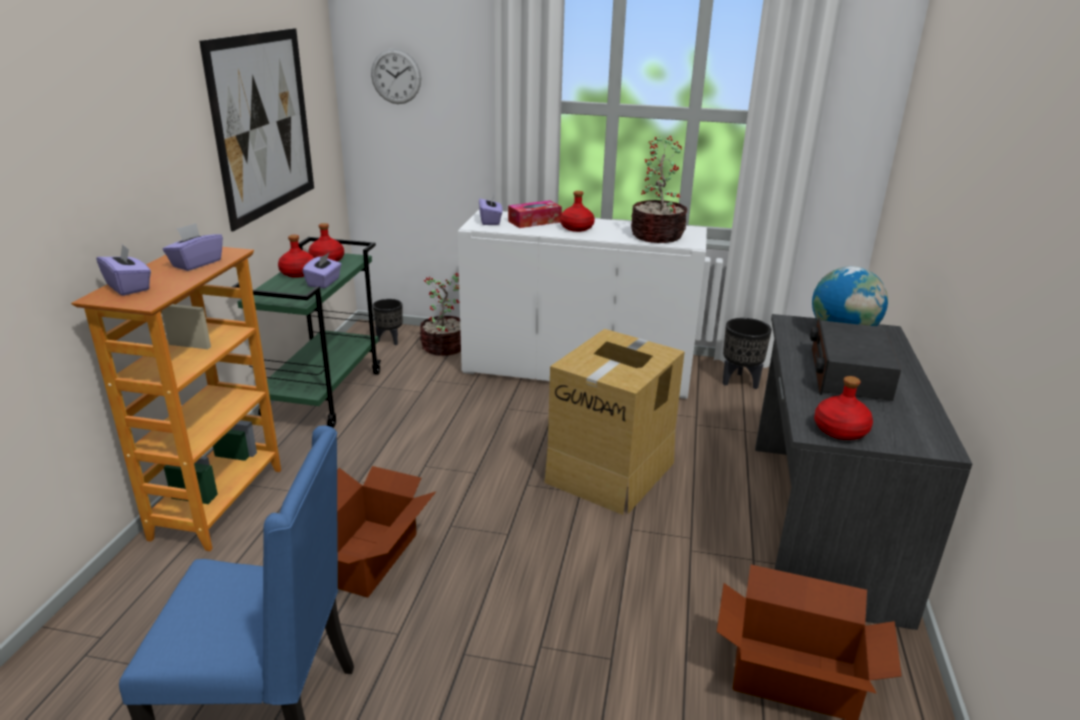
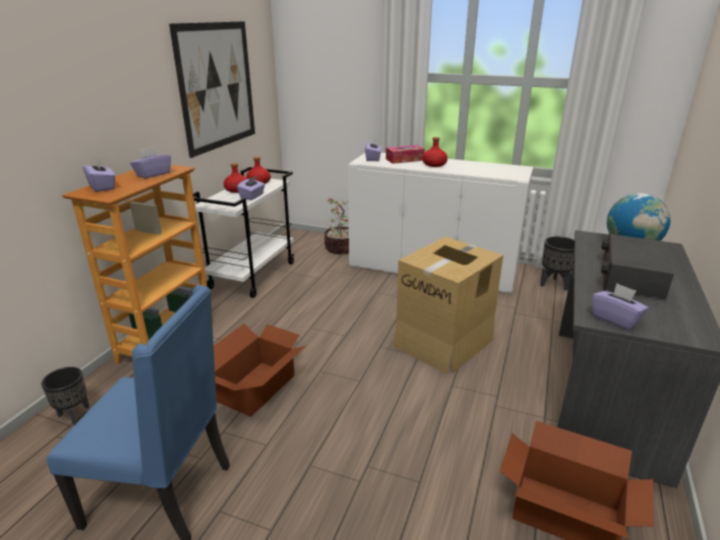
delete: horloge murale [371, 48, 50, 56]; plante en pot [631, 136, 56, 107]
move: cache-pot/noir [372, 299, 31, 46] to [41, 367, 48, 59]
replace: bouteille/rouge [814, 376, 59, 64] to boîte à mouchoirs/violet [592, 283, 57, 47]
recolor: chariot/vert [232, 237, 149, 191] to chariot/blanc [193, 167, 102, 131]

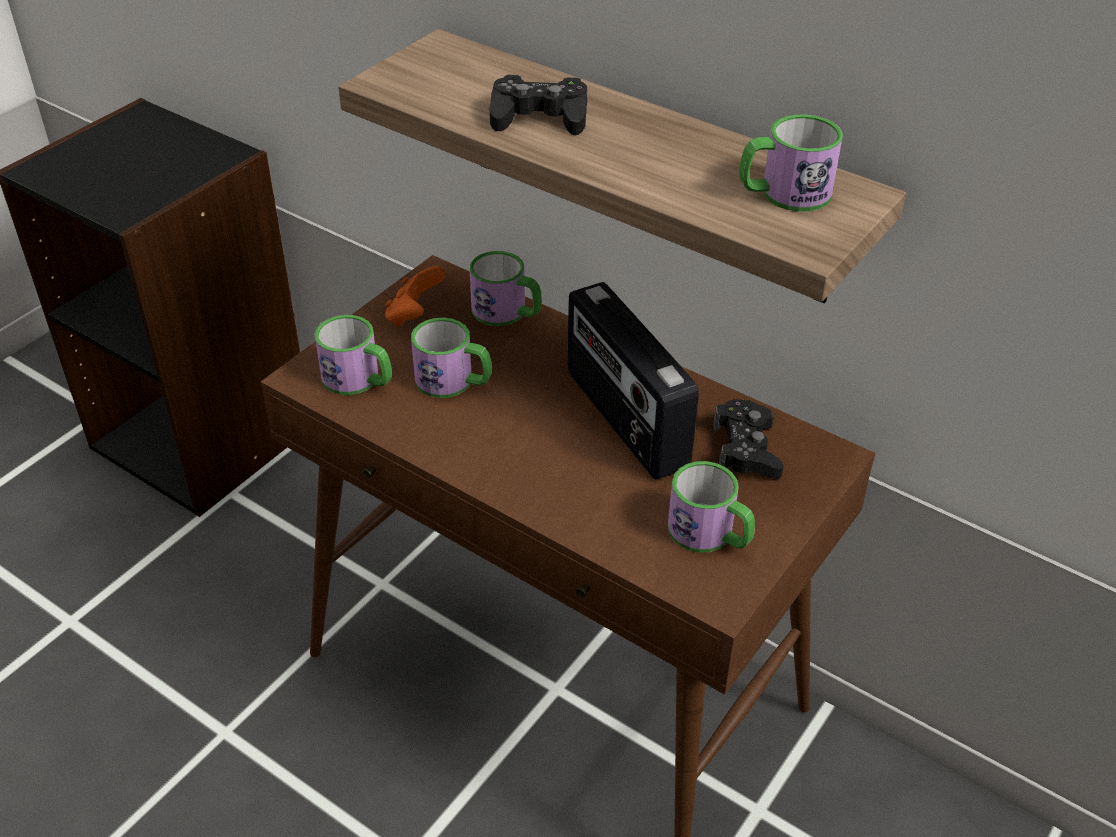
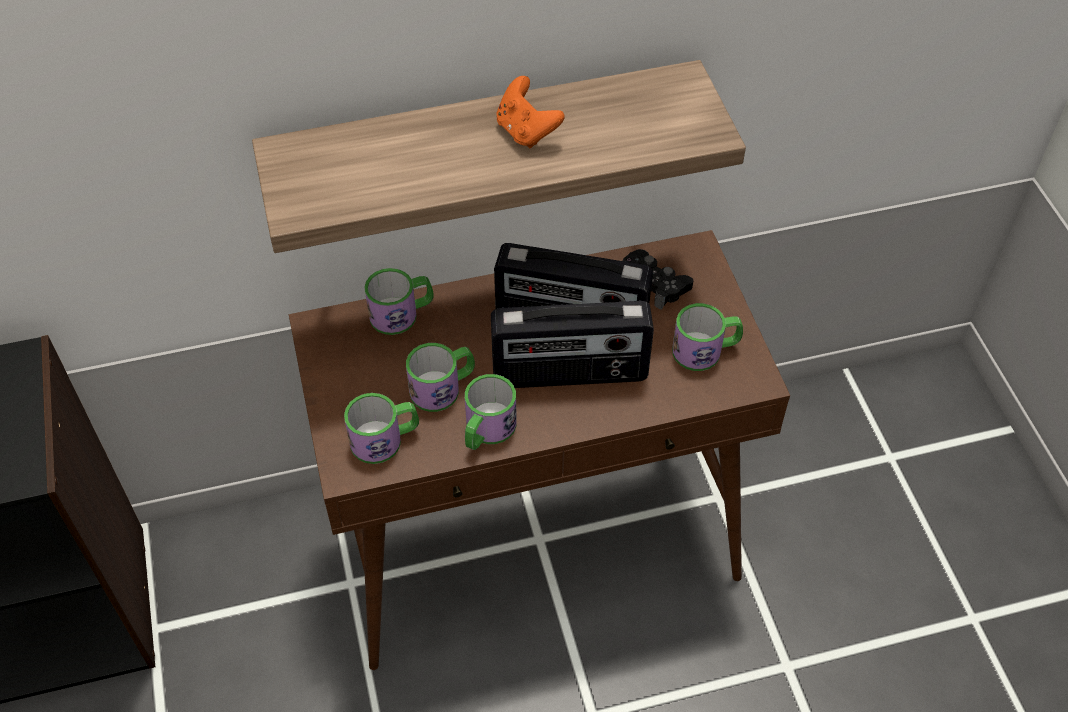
delete: manette/noir [490, 75, 97, 60]
insert: radio [491, 301, 163, 87]
move: mug [739, 114, 104, 98] to [465, 374, 52, 76]; manette/orange [385, 266, 61, 61] to [497, 76, 68, 72]

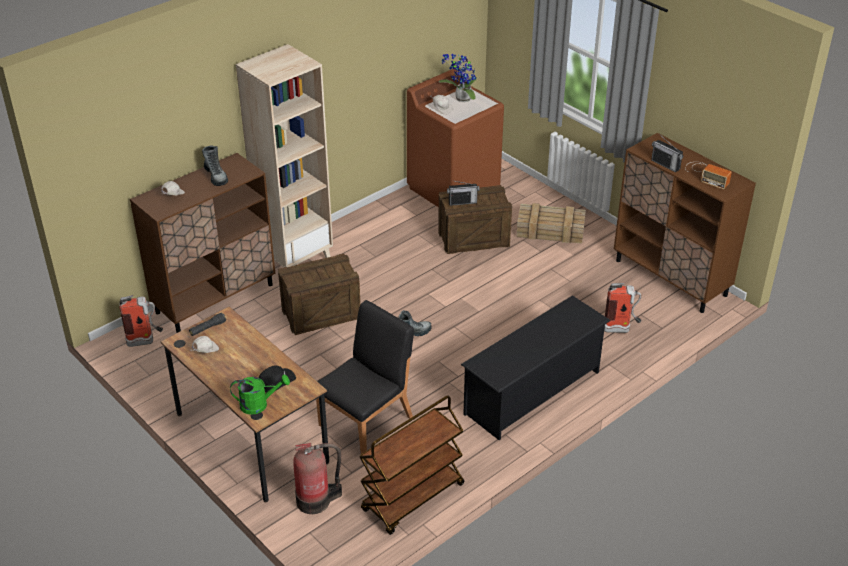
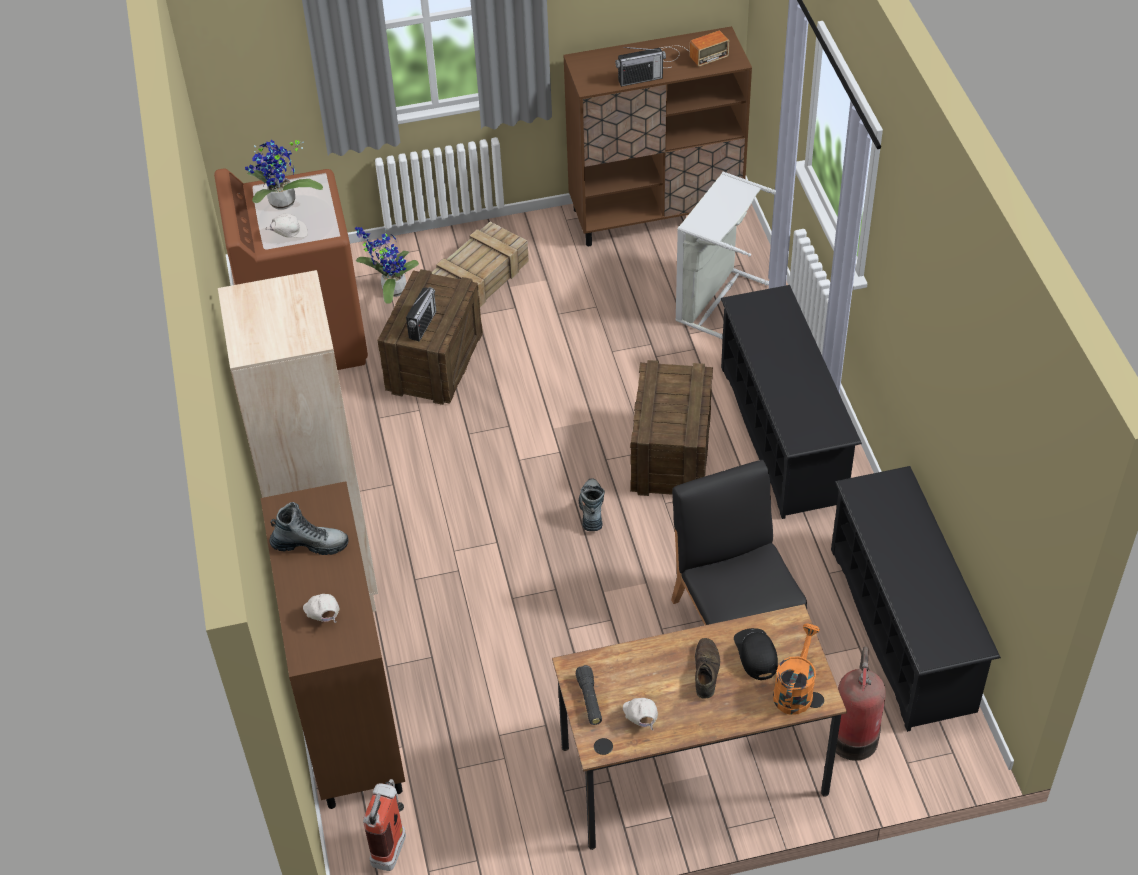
insert: plante en pot [355, 227, 64, 77]; chaussure/marron [695, 638, 25, 61]
move: caisse [278, 253, 82, 82] to [630, 360, 83, 136]
replace: extincteur [604, 283, 38, 50] to panier à linge/gris [675, 172, 119, 167]; chariot/marron [359, 395, 105, 140] to étagère à chaussures/noir [831, 466, 170, 266]
recolor: arrosoir/vert [230, 374, 60, 41] to arrosoir/orange [773, 623, 47, 92]

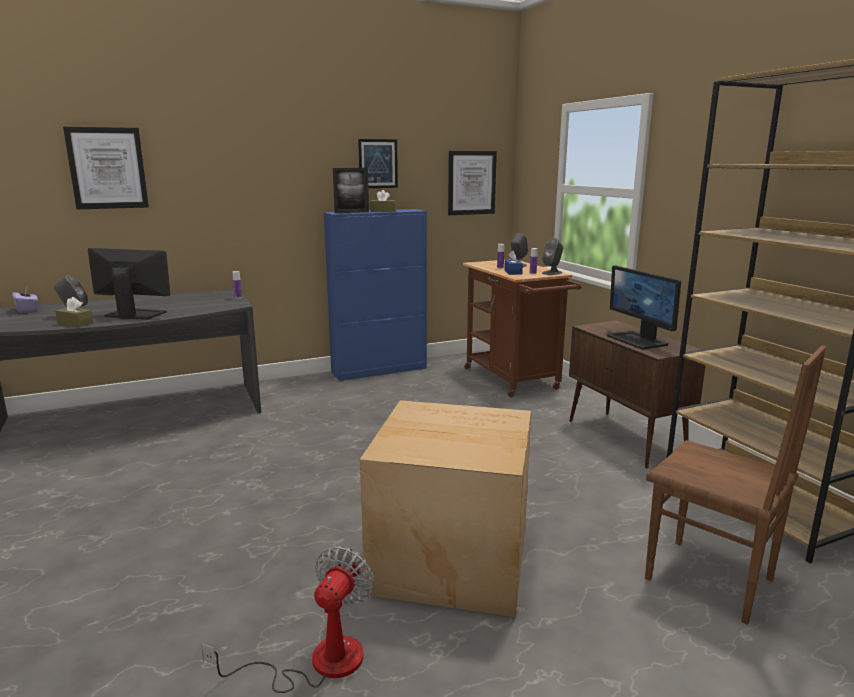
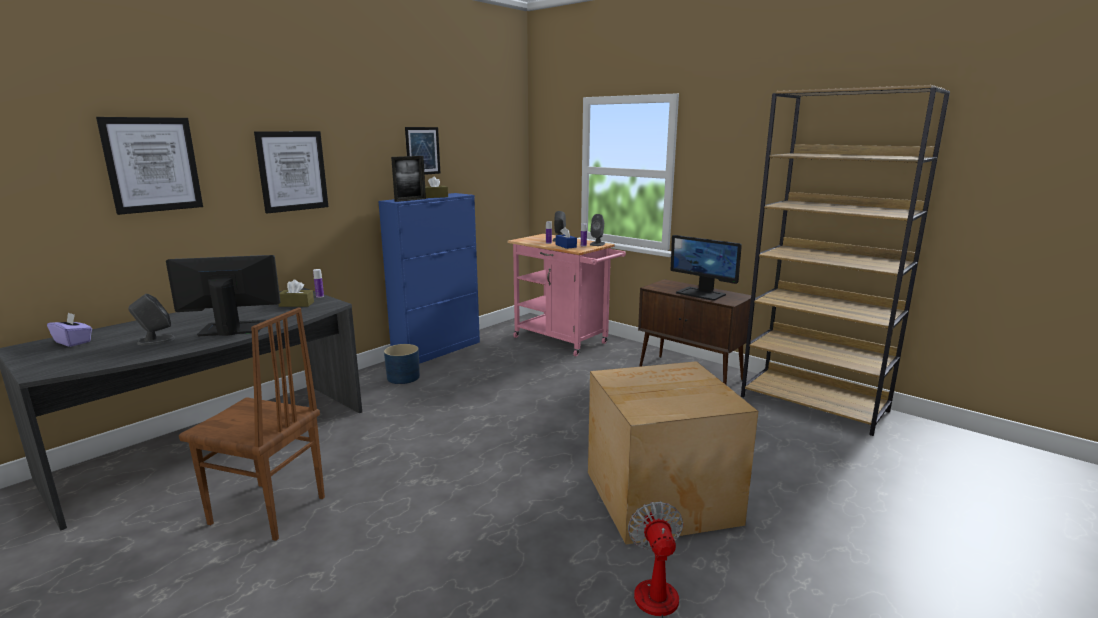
insert: cache-pot/bleu [384, 344, 36, 40]
move: tableau [448, 151, 49, 64] to [254, 131, 75, 82]; boîte à mouchoirs/marron [55, 297, 39, 30] to [279, 280, 35, 27]; chaise/marron [645, 345, 181, 280] to [179, 307, 146, 234]
recolor: chariot/marron [463, 260, 119, 137] to chariot/rose [507, 234, 119, 122]

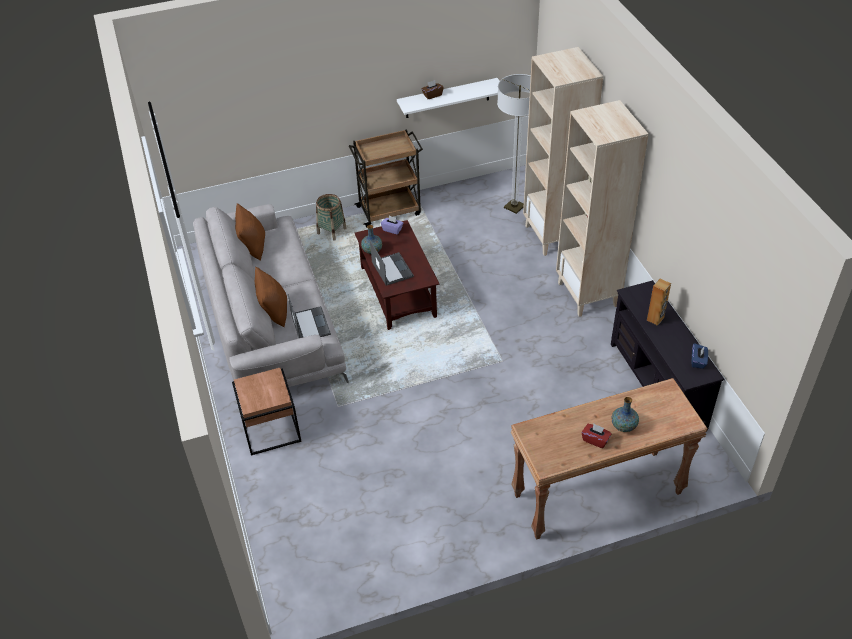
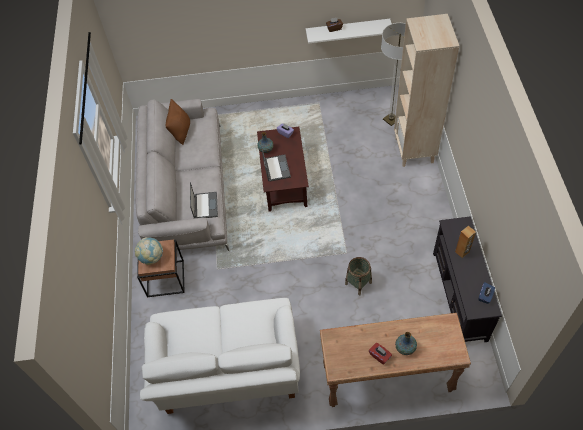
delete: bibliothèque/beige [556, 100, 93, 217]; chariot/marron [349, 129, 74, 98]; coussin/marron [255, 267, 32, 60]
insert: globe [135, 237, 28, 28]; canapé/blanc [140, 298, 160, 116]
move: panier [316, 194, 31, 47] to [345, 257, 27, 39]

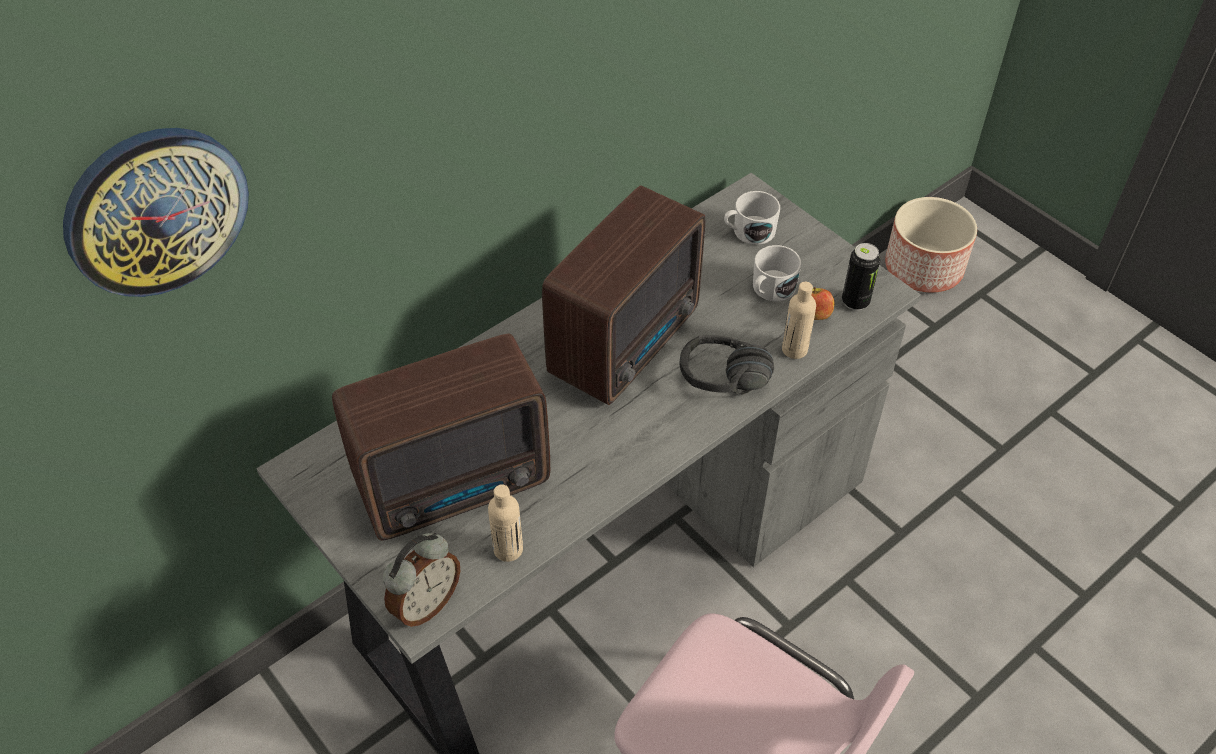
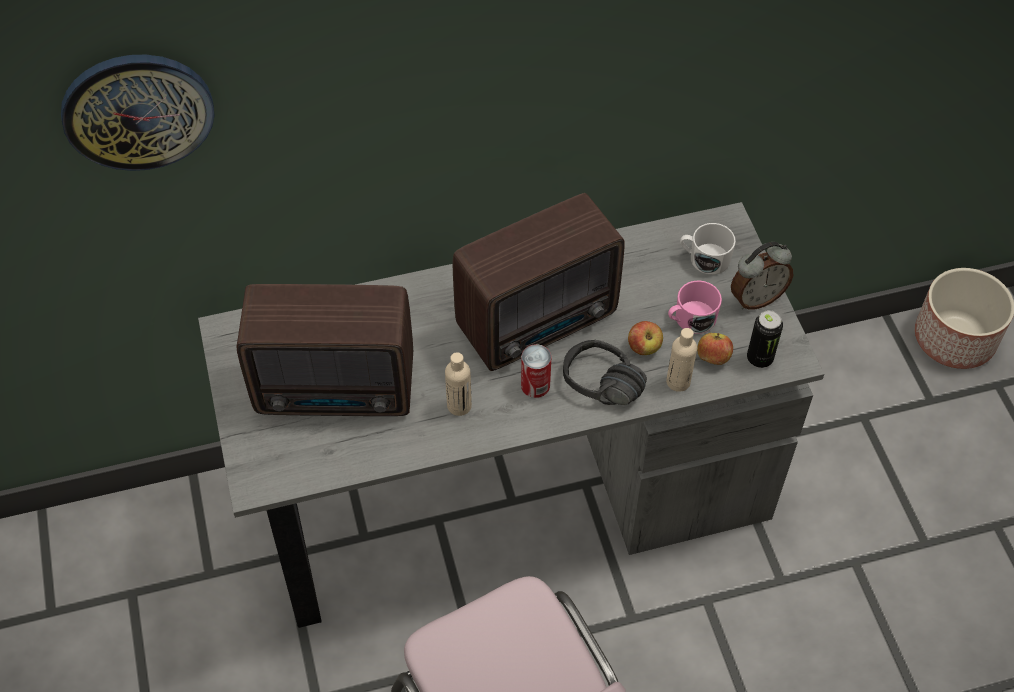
insert: pomme [628, 321, 35, 34]; boîte métallique [521, 344, 30, 54]
move: bouteille/beige [488, 484, 35, 78] to [445, 352, 27, 64]; réveil [383, 533, 77, 94] to [731, 242, 62, 68]
recolor: mug/blanc [753, 245, 48, 57] to mug/rose [668, 281, 54, 53]

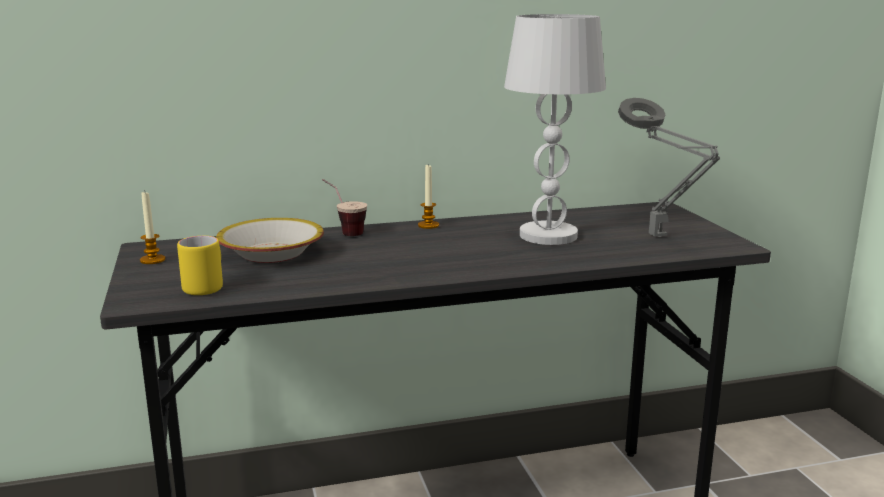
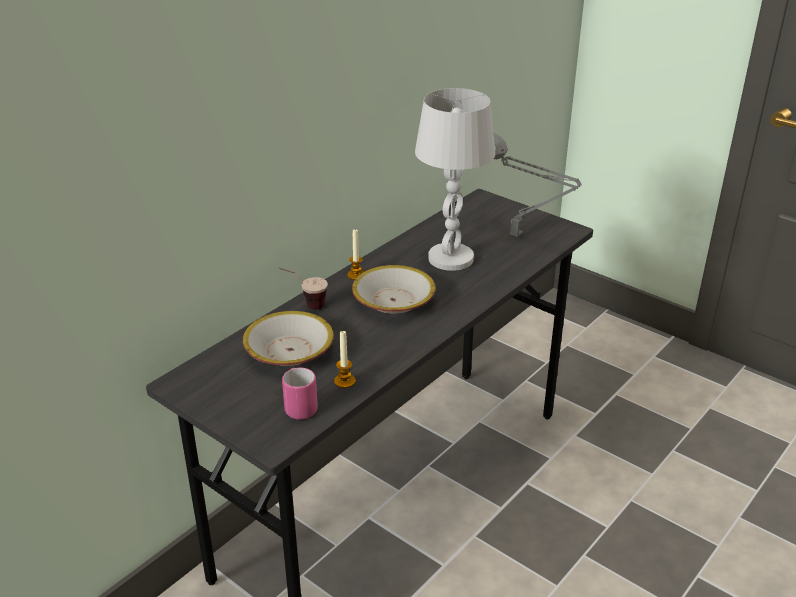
insert: bol [352, 265, 84, 49]
move: bougie [140, 192, 25, 72] to [334, 331, 21, 57]
recolor: mug/jaune [177, 236, 46, 59] to mug/rose [282, 368, 36, 52]

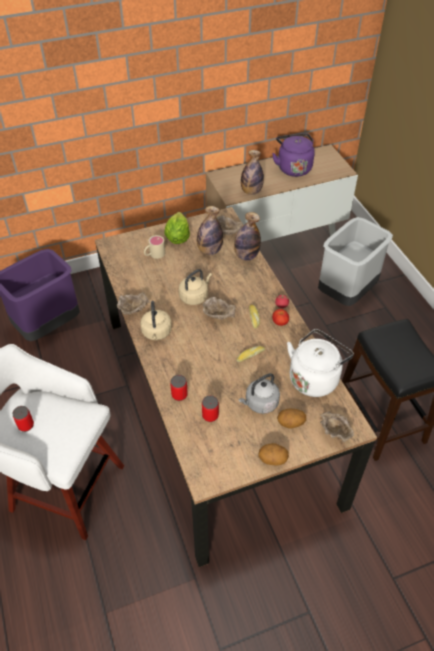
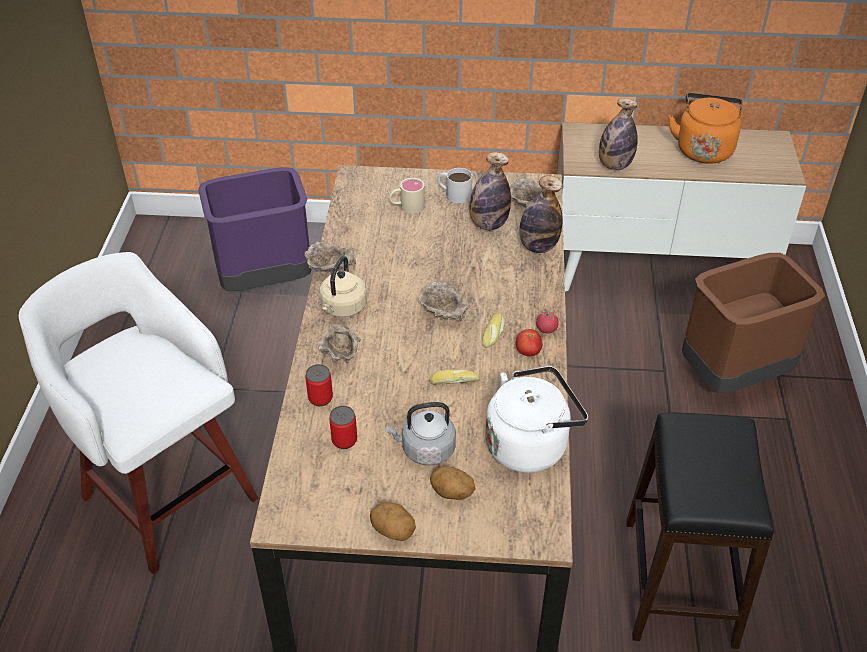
delete: bouilloire/beige [179, 269, 33, 36]; boîte métallique [12, 406, 22, 26]
move: bol/beige [320, 411, 34, 31] to [318, 324, 43, 39]
replace: laitue [164, 212, 26, 32] to mug/blanc [438, 168, 34, 35]
recolor: bouilloire/violet [272, 133, 43, 44] to bouilloire/orange [668, 93, 75, 71]; poubelle/gris [318, 217, 75, 89] to poubelle/marron [682, 253, 143, 140]

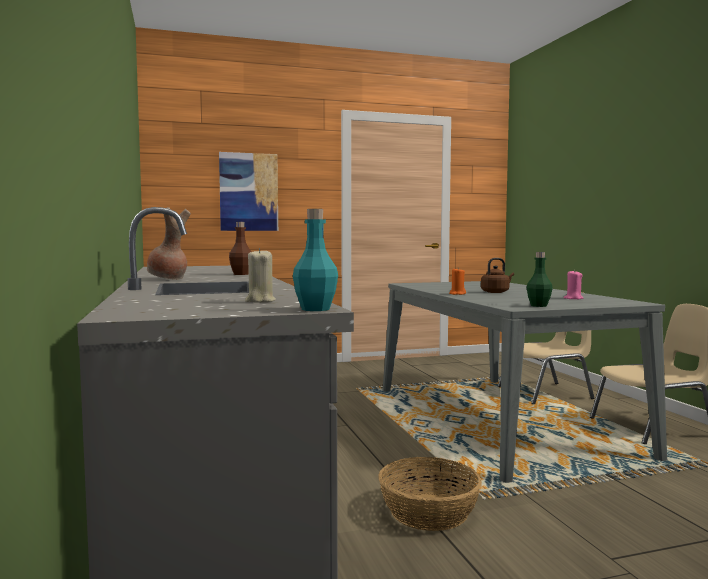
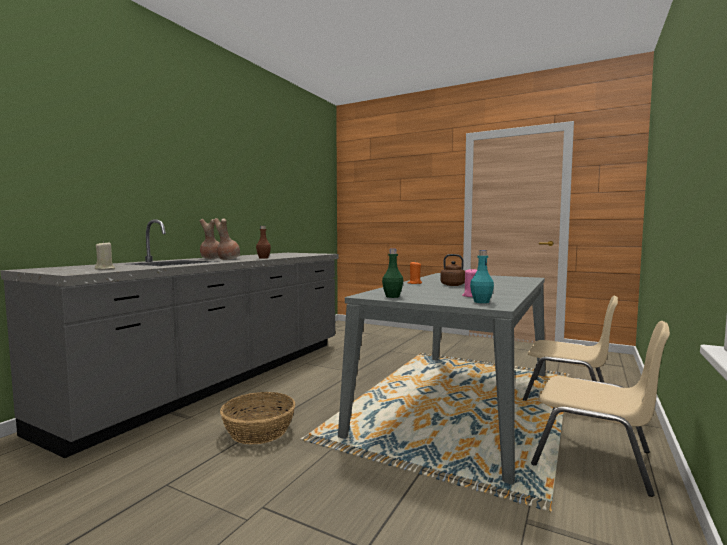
delete: tableau [219, 152, 59, 79]
insert: vase/marron [213, 218, 27, 42]
move: bouteille/turquoise [293, 209, 45, 102] to [470, 250, 24, 53]

